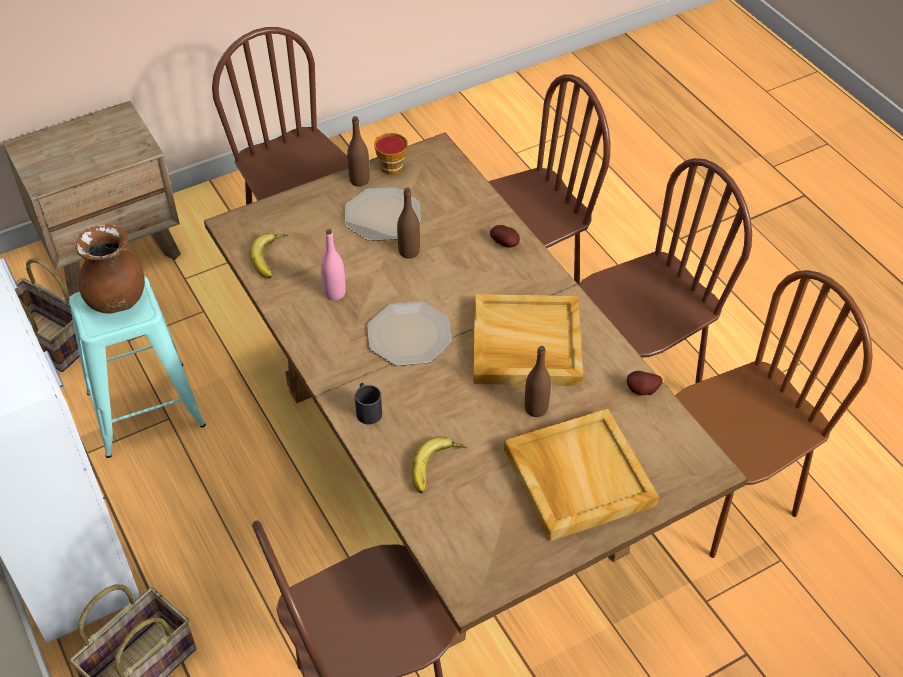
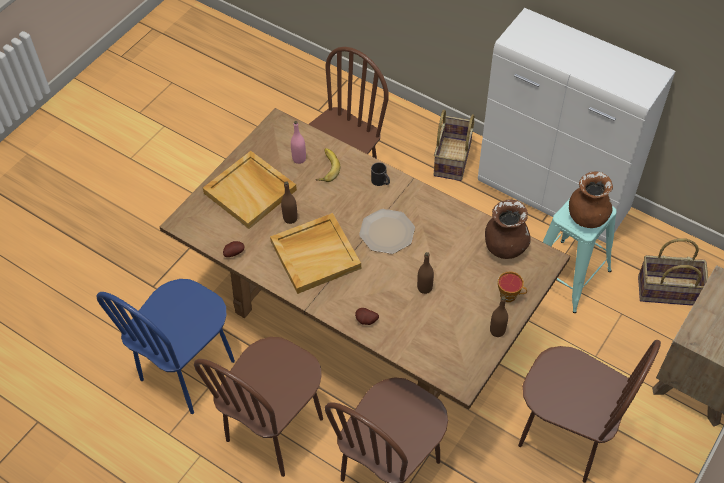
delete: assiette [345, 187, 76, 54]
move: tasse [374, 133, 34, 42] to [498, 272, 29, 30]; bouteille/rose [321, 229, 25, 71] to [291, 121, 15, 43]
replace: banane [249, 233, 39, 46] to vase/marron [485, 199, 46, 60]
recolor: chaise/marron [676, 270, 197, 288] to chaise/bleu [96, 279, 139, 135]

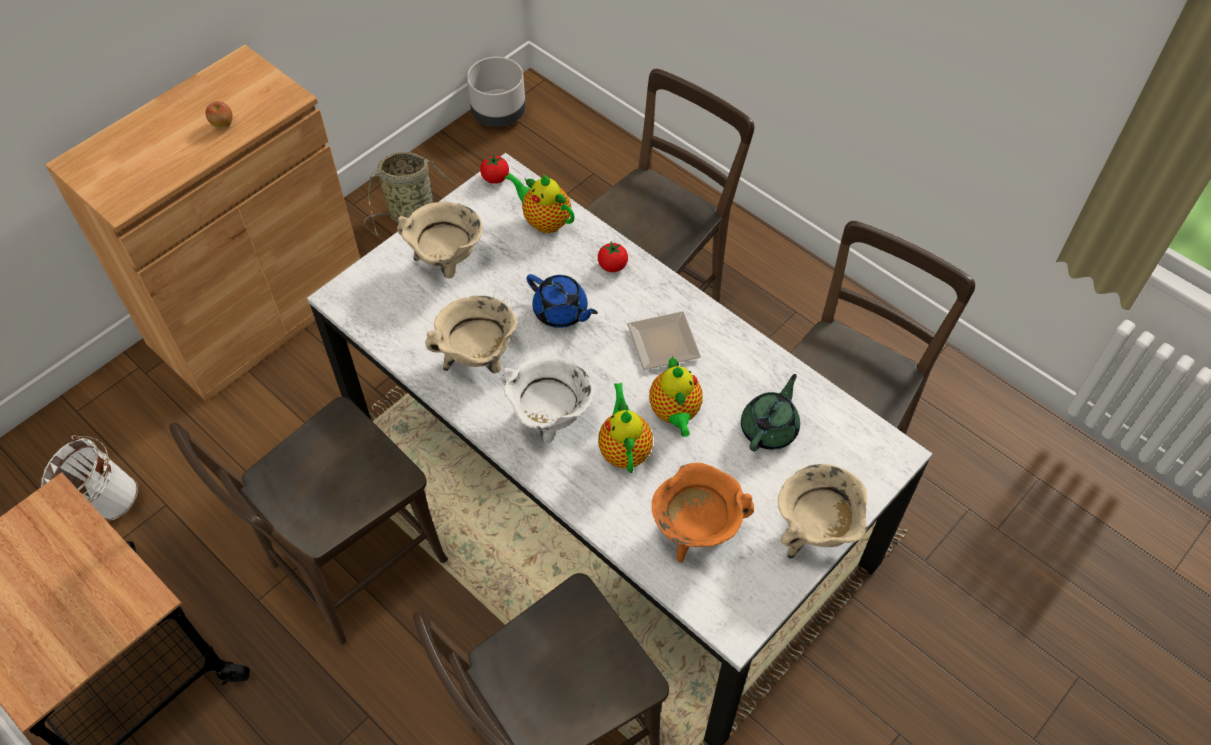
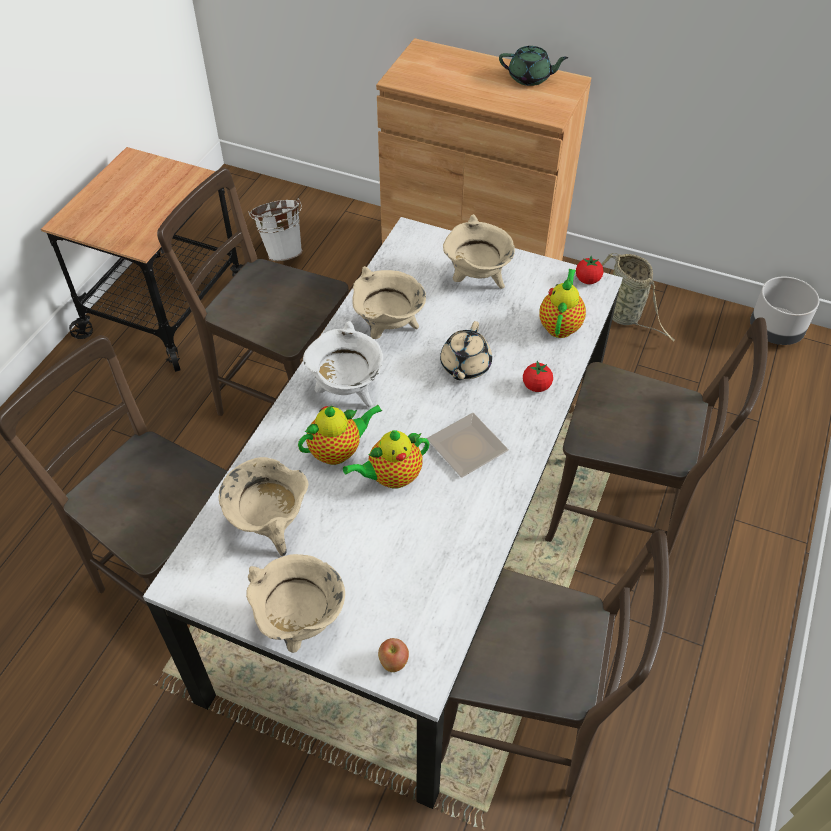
move: pomme [206, 101, 26, 27] to [378, 638, 31, 34]; théière/vert [741, 374, 59, 77] to [499, 46, 69, 40]
recolor: théière/bleu [527, 274, 71, 54] to théière/beige [440, 321, 52, 59]; marmite/orange [652, 463, 102, 99] to marmite/beige [219, 457, 89, 99]

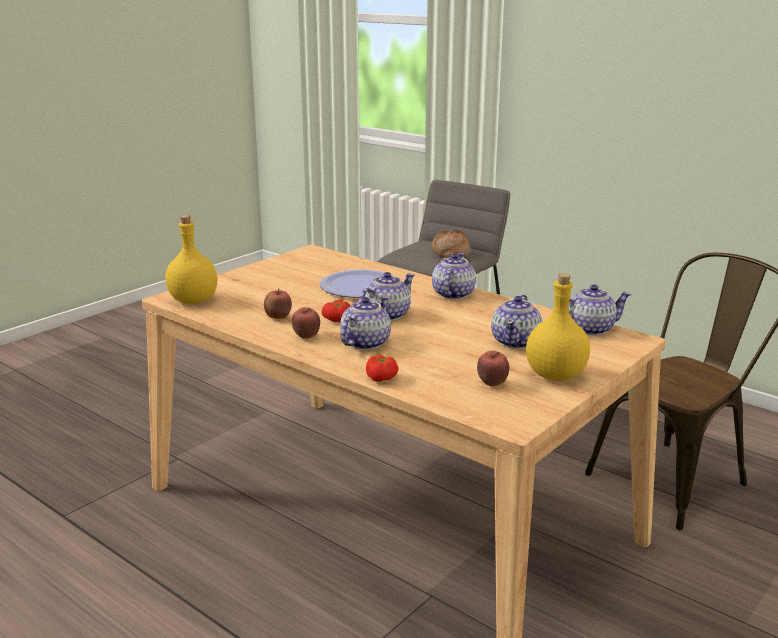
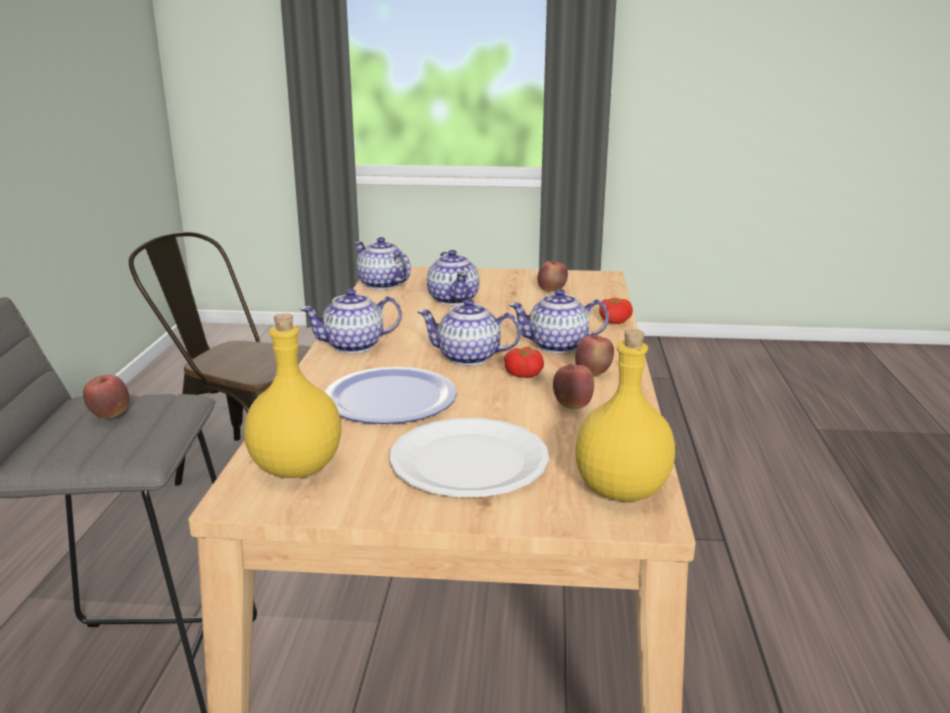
insert: assiette/blanc [389, 418, 160, 79]
move: bouteille/jaune [526, 273, 64, 108] to [244, 313, 97, 165]
replace: pain [431, 230, 40, 28] to pomme [83, 374, 46, 45]
rotate: théière [491, 295, 51, 54] = [427, 250, 52, 55] 90 degrees clockwise

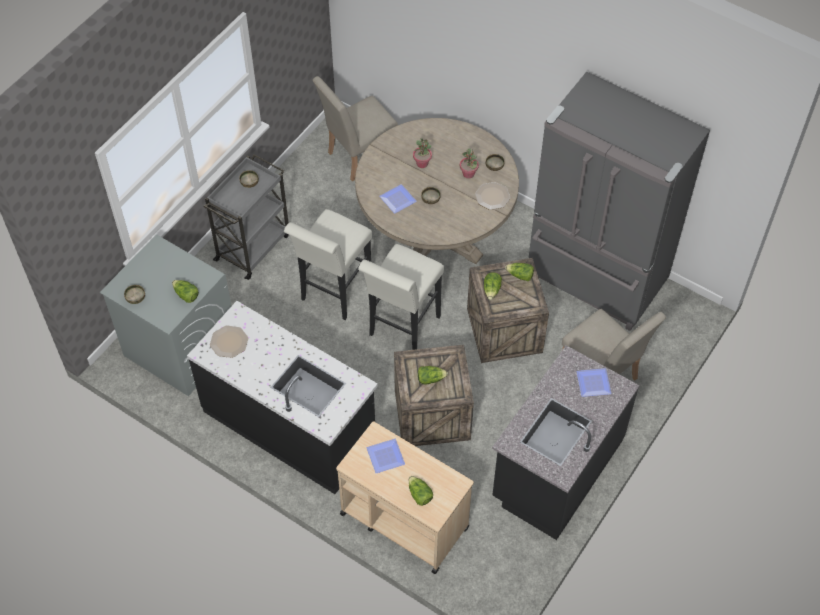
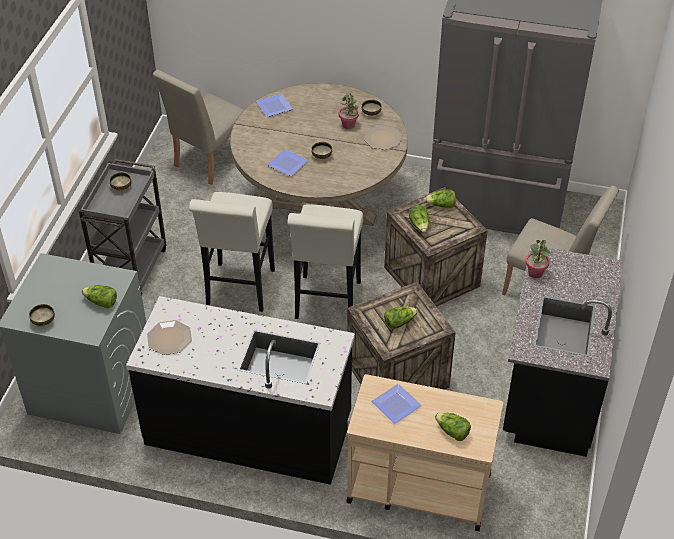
move: plante en pot [413, 138, 19, 30] to [526, 240, 24, 38]; assiette [576, 368, 36, 29] to [256, 93, 37, 24]

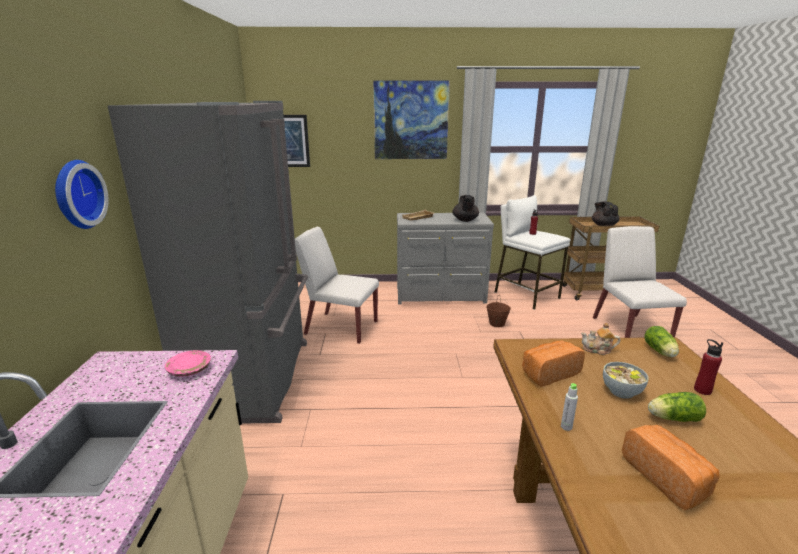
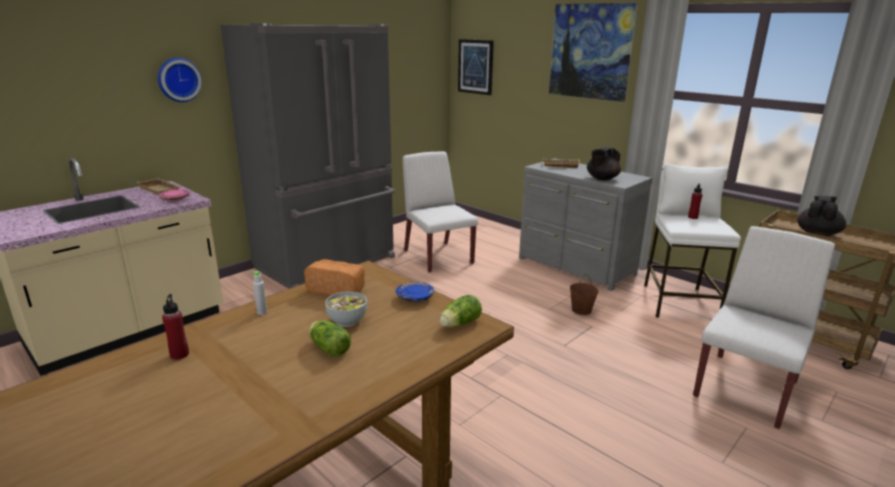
delete: pain [622, 425, 98, 85]
insert: plateau/beige [137, 178, 44, 18]
move: bouteille/rouge [694, 339, 29, 56] to [162, 294, 27, 66]
replace: théière [581, 323, 39, 32] to assiette/bleu [396, 282, 38, 20]

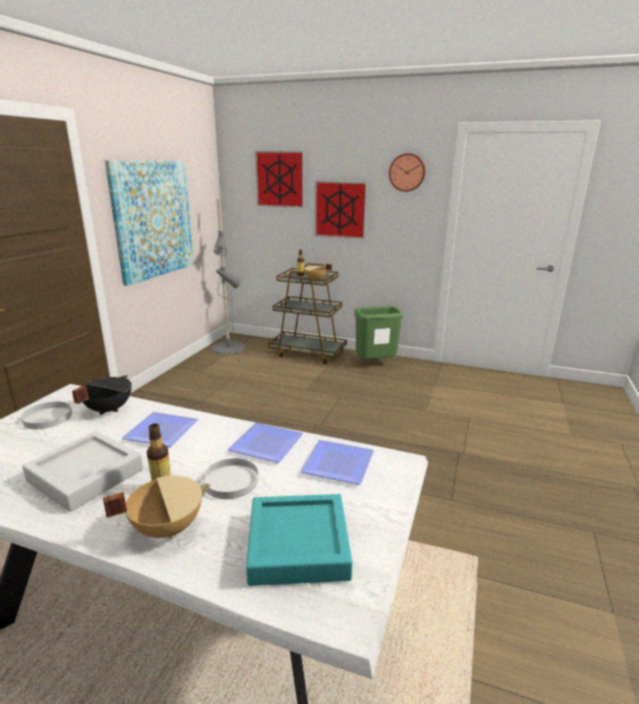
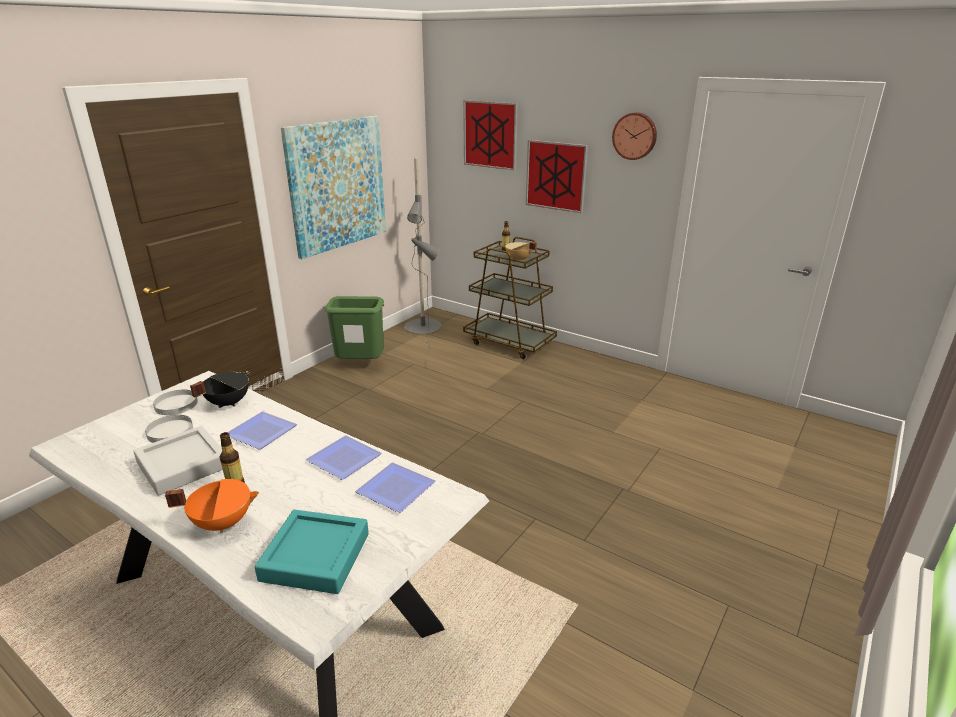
move: poubelle/vert [354, 306, 50, 53] to [325, 296, 59, 63]; assiette/blanc [203, 459, 55, 40] to [145, 415, 48, 28]
recolor: marmite/beige [103, 476, 108, 64] to marmite/orange [165, 479, 94, 54]

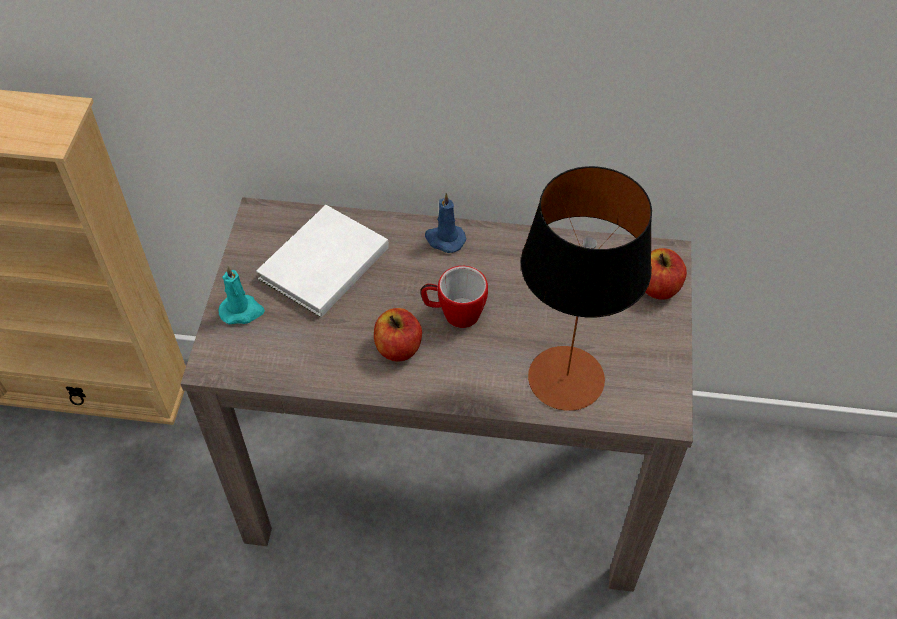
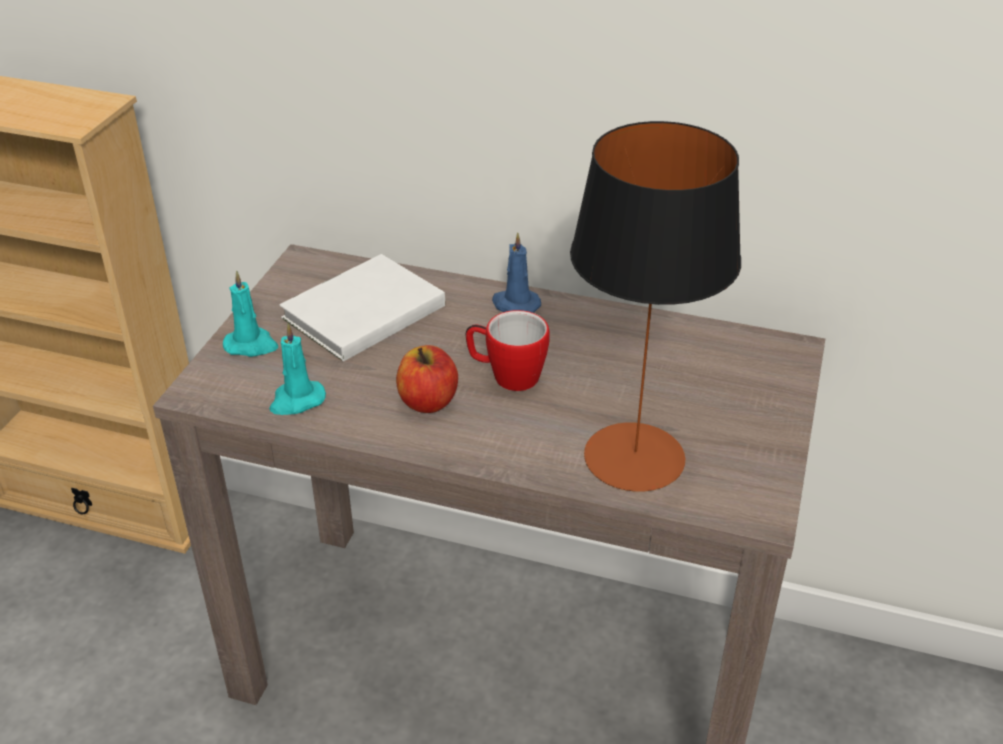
delete: pomme [645, 248, 42, 52]
insert: bougie/turquoise [269, 324, 57, 91]

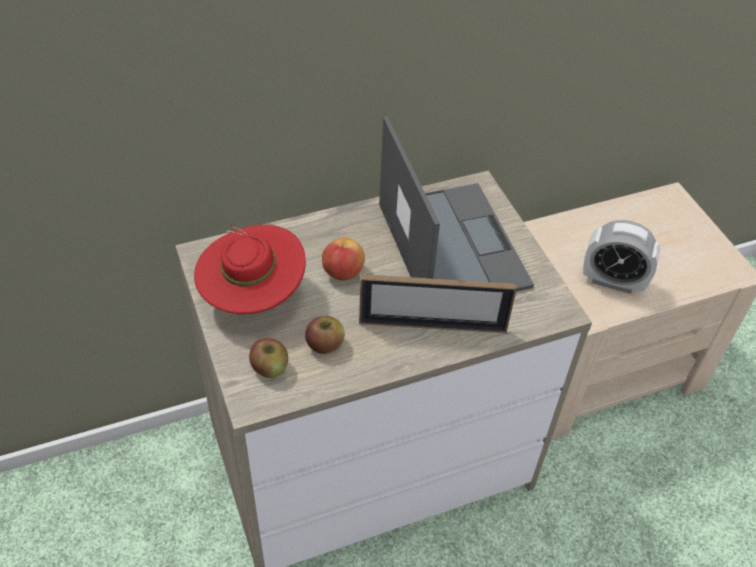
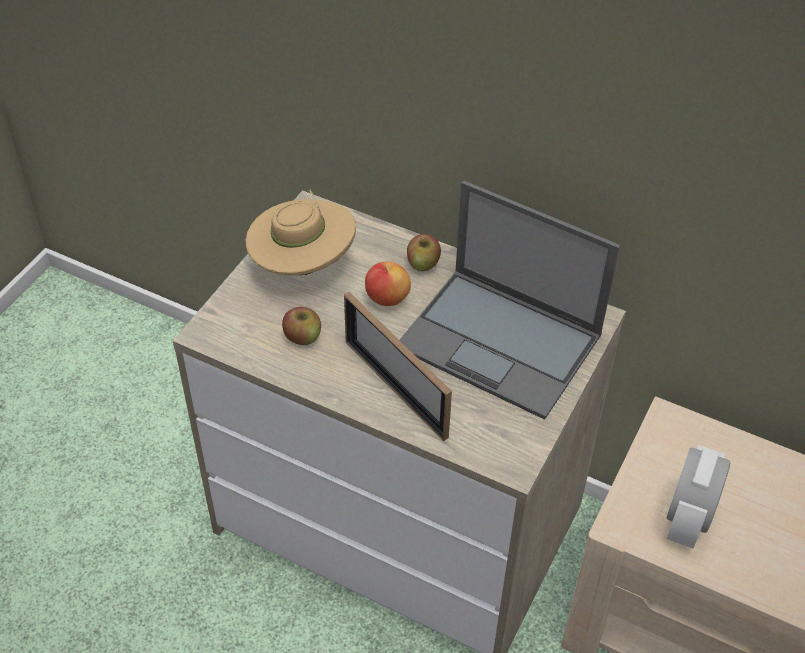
move: pomme [249, 338, 39, 40] to [407, 234, 34, 37]
recolor: chapeau/rouge [194, 225, 112, 89] to chapeau/beige [246, 190, 110, 86]
rotate: ordinateur portable [379, 116, 155, 176] = [400, 181, 220, 239] 90 degrees clockwise; réveil [583, 220, 77, 74] = [666, 445, 64, 104] 45 degrees clockwise

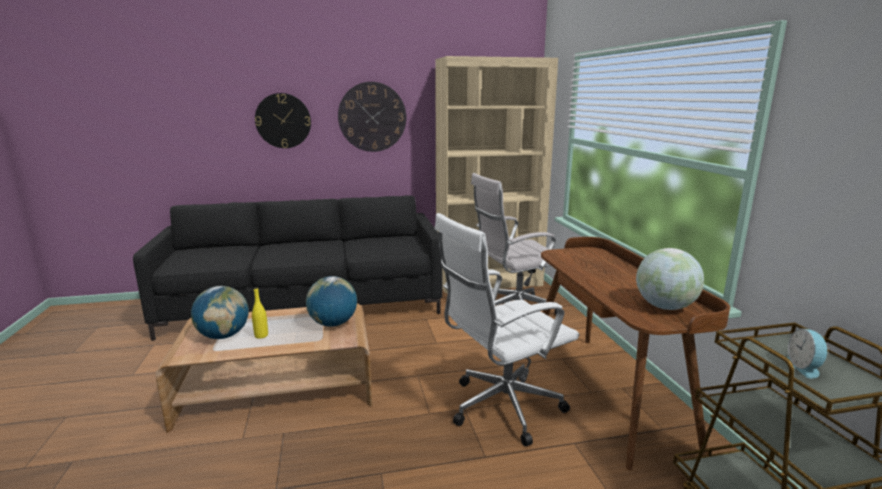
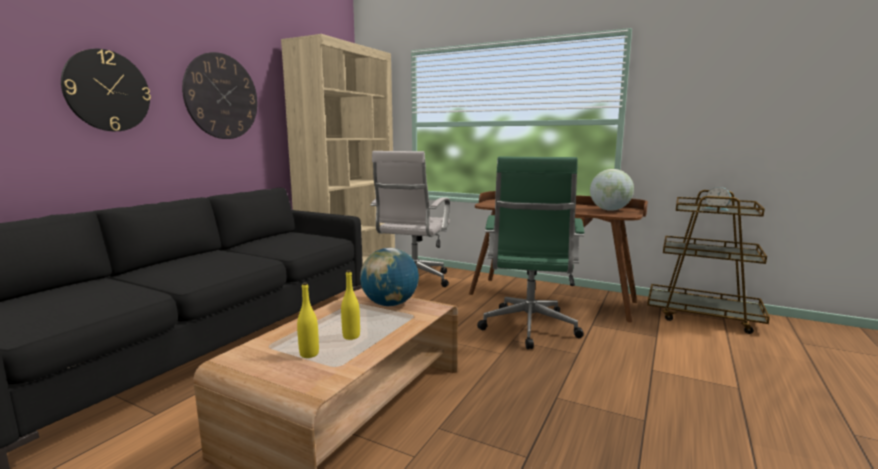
replace: globe [191, 286, 58, 53] to bouteille/jaune [297, 282, 22, 76]
recolor: chaise de bureau/blanc [435, 213, 144, 233] to chaise de bureau/vert [477, 156, 107, 193]

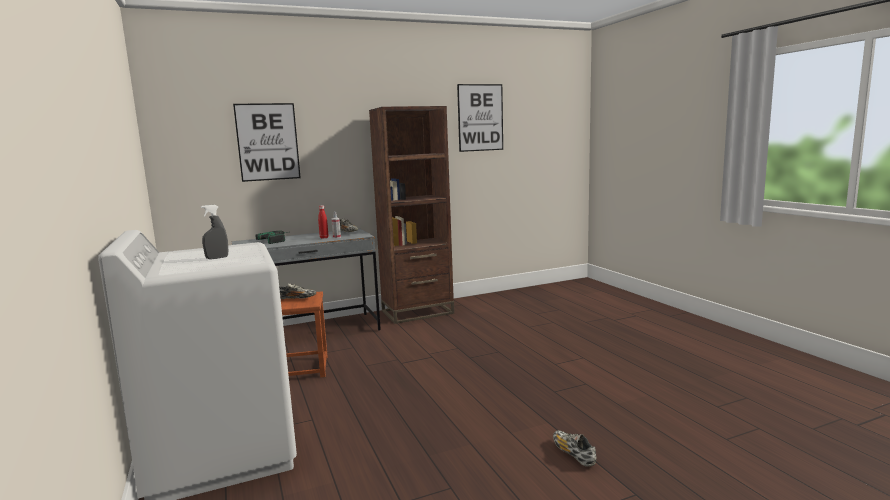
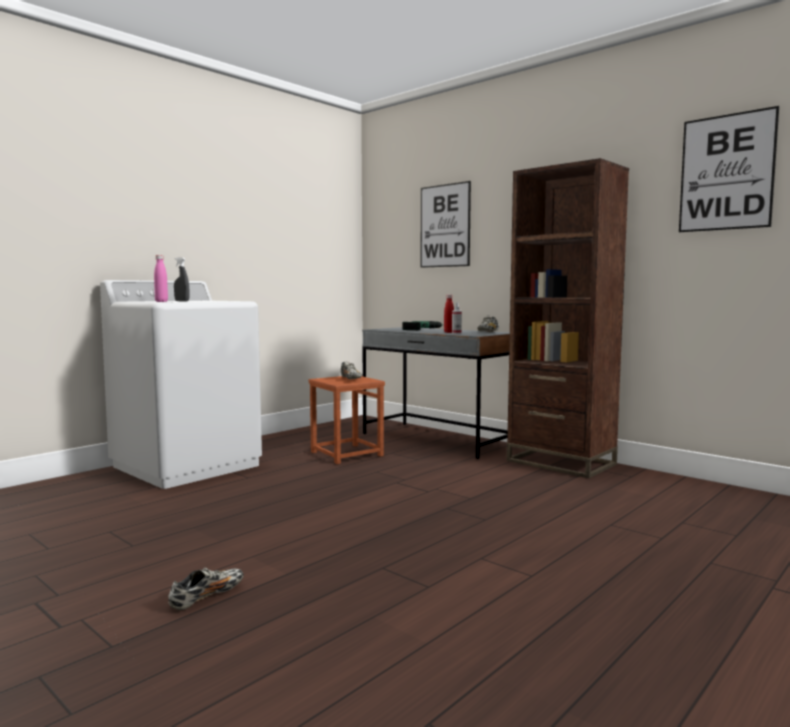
insert: bouteille/rose [154, 255, 14, 47]

